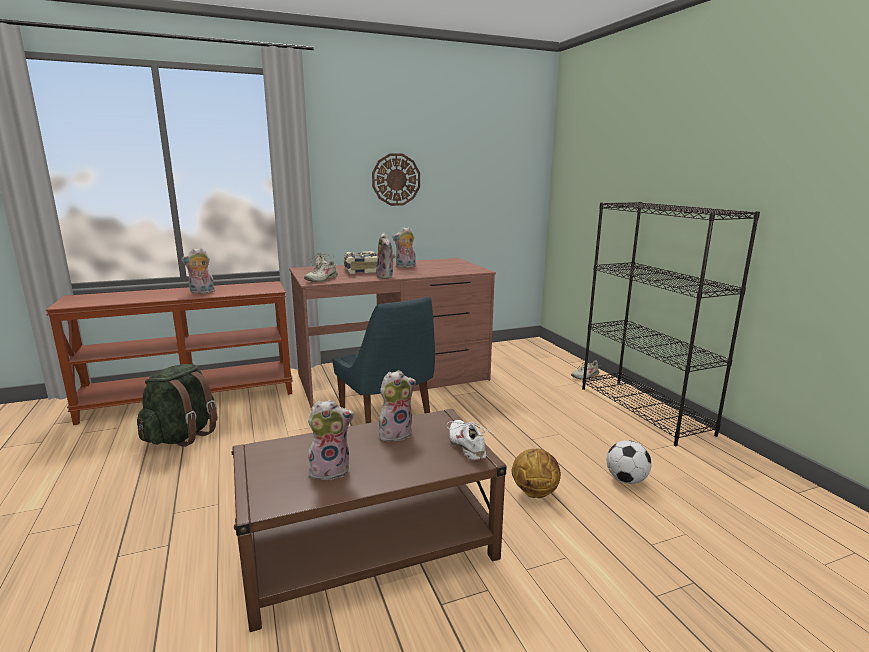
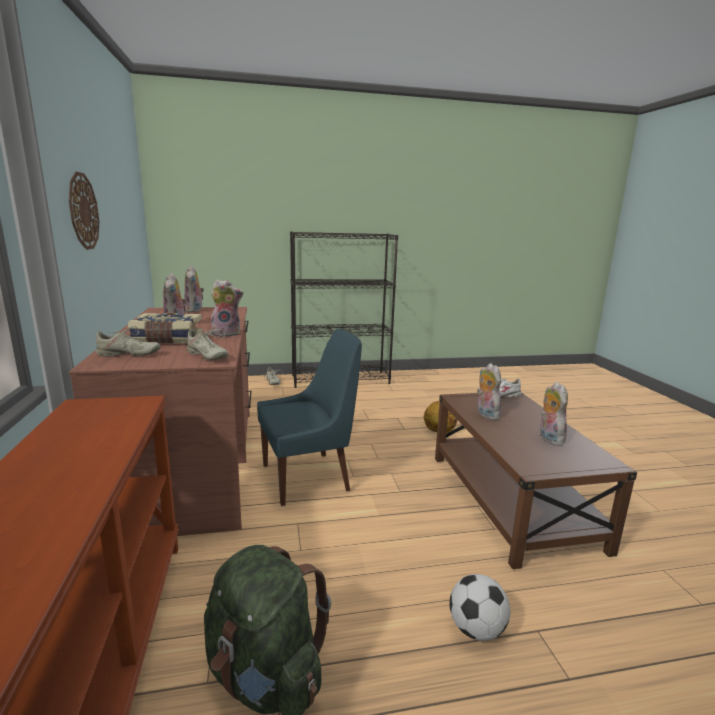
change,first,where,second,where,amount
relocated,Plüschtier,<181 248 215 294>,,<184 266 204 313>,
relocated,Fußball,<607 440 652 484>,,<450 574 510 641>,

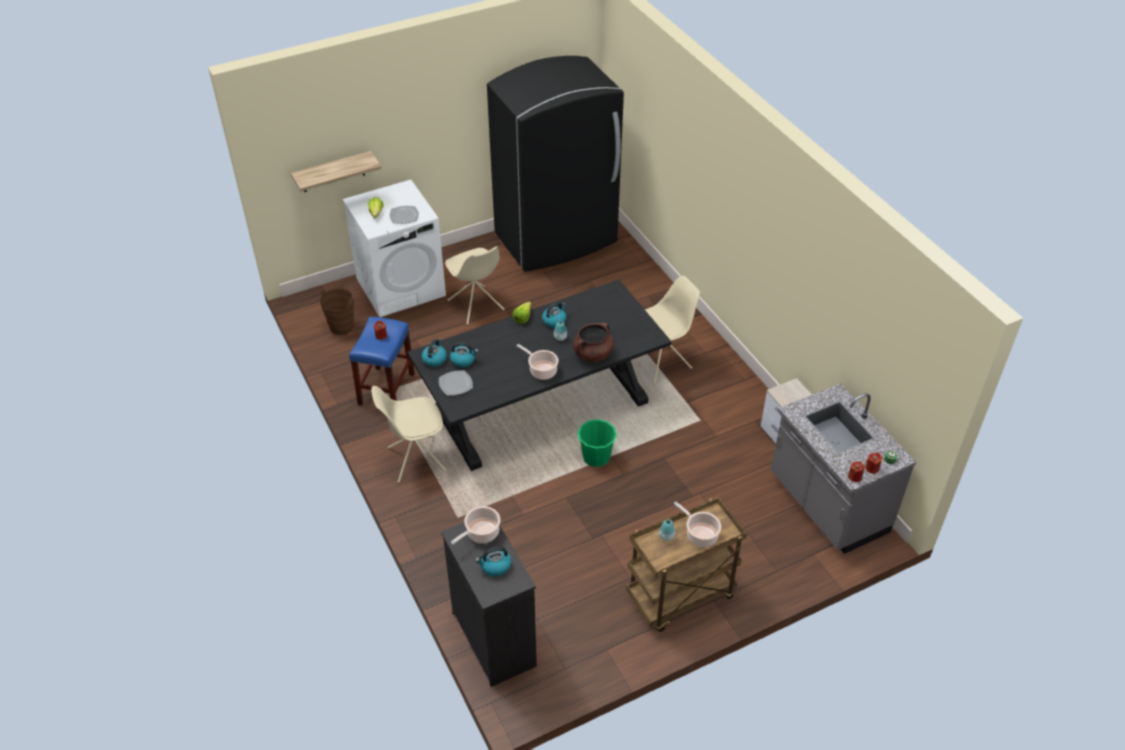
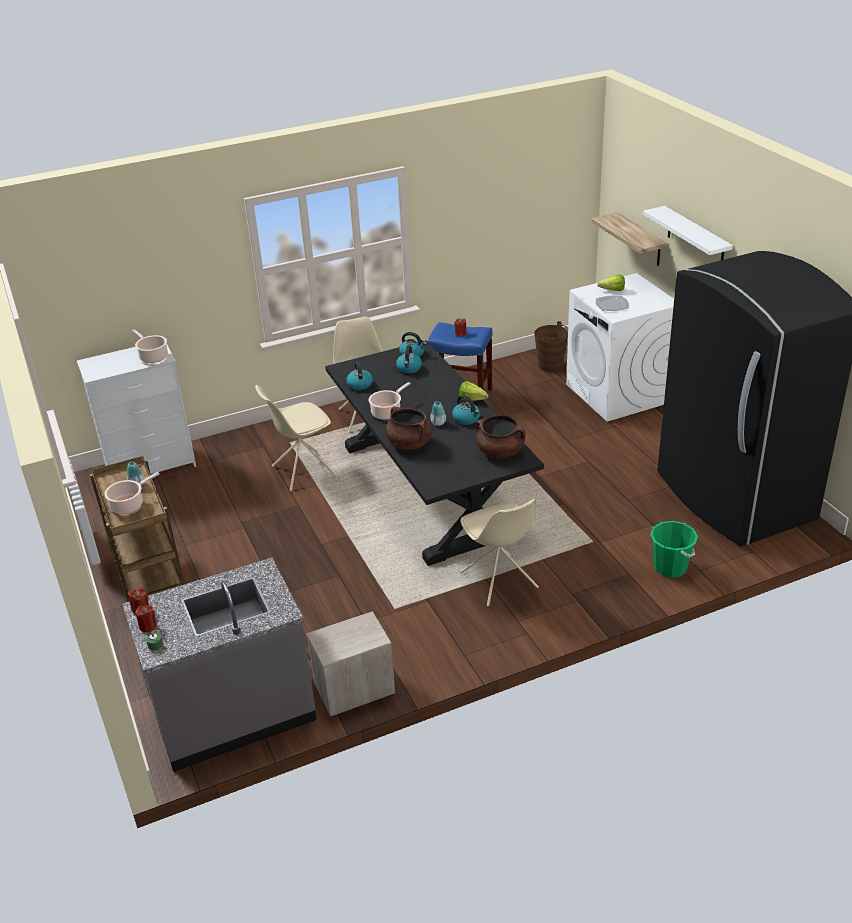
change,first,where,second,where,amount
colour,Kommode (schwarz),<441 522 537 687>,Kommode (weiß),<77 343 196 474>,
relocated,Stuhl (beige),<445 246 505 325>,,<255 385 337 491>,
relocated,Wasserkessel,<475 546 511 577>,,<346 362 373 390>,
appeared,,,Kochtopf (braun),<476 415 526 458>,
appeared,,,Wandregal (weiß),<643 206 733 260>,
relocated,Eimer (grün),<577 419 617 467>,,<650 521 698 578>,
missing,Teller,<439 370 473 396>,,,

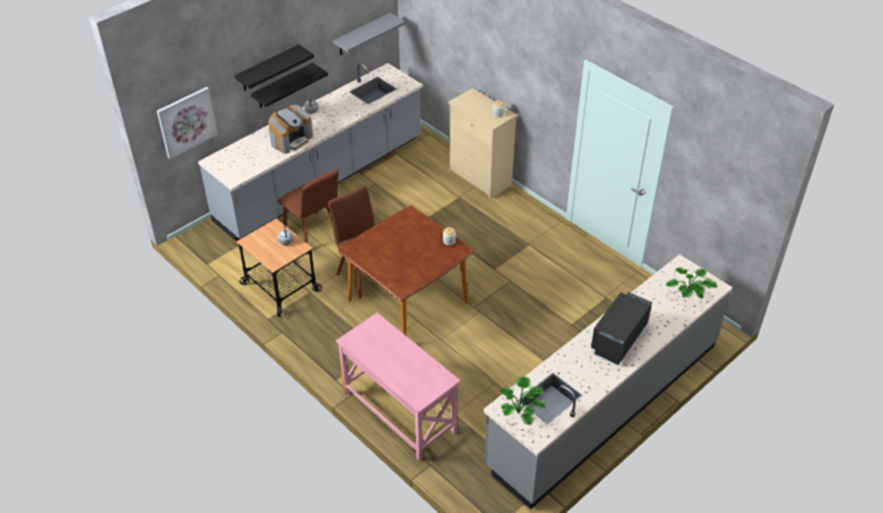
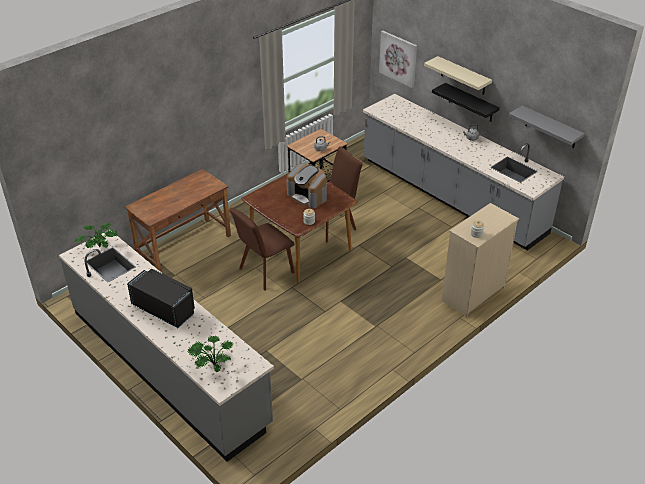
change,first,where,second,where,amount
colour,Schreibtisch (rosa),<336 313 461 461>,Schreibtisch (braun),<125 169 231 273>,
relocated,Stuhl (braun),<278 169 339 243>,,<229 207 295 291>,
relocated,Kaffeemaschine,<268 105 313 154>,,<287 163 327 208>,
colour,Wandregal (schwarz),<234 45 314 91>,Wandregal (beige),<424 56 492 95>,

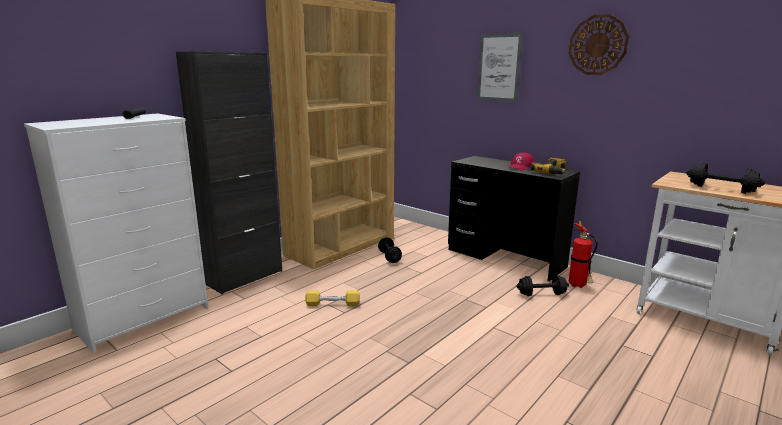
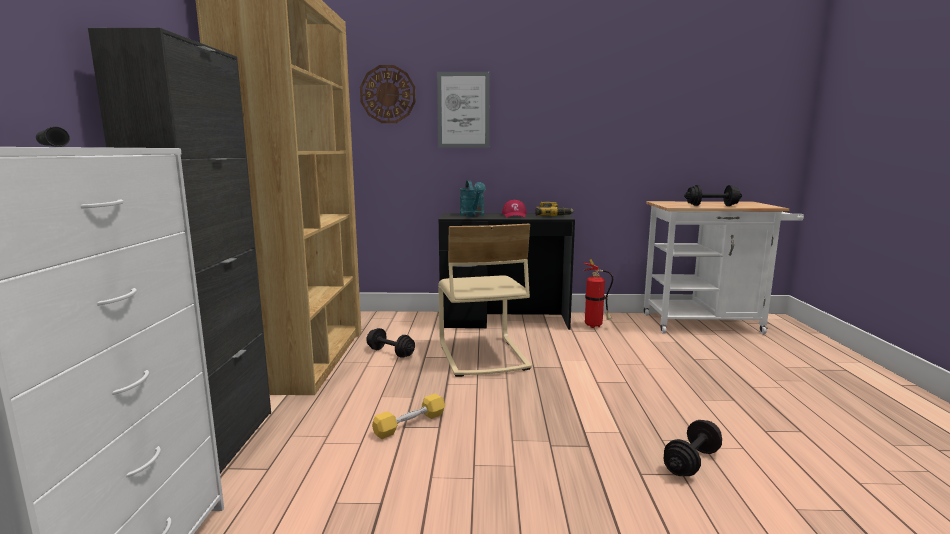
change,first,where,second,where,amount
relocated,Wanduhr,<569 14 629 75>,,<360 65 416 123>,
appeared,,,Stuhl (beige),<438 224 532 377>,
appeared,,,Gießkanne (türkis),<460 180 486 217>,
relocated,Hantel (schwarz),<516 275 569 296>,,<663 420 722 476>,

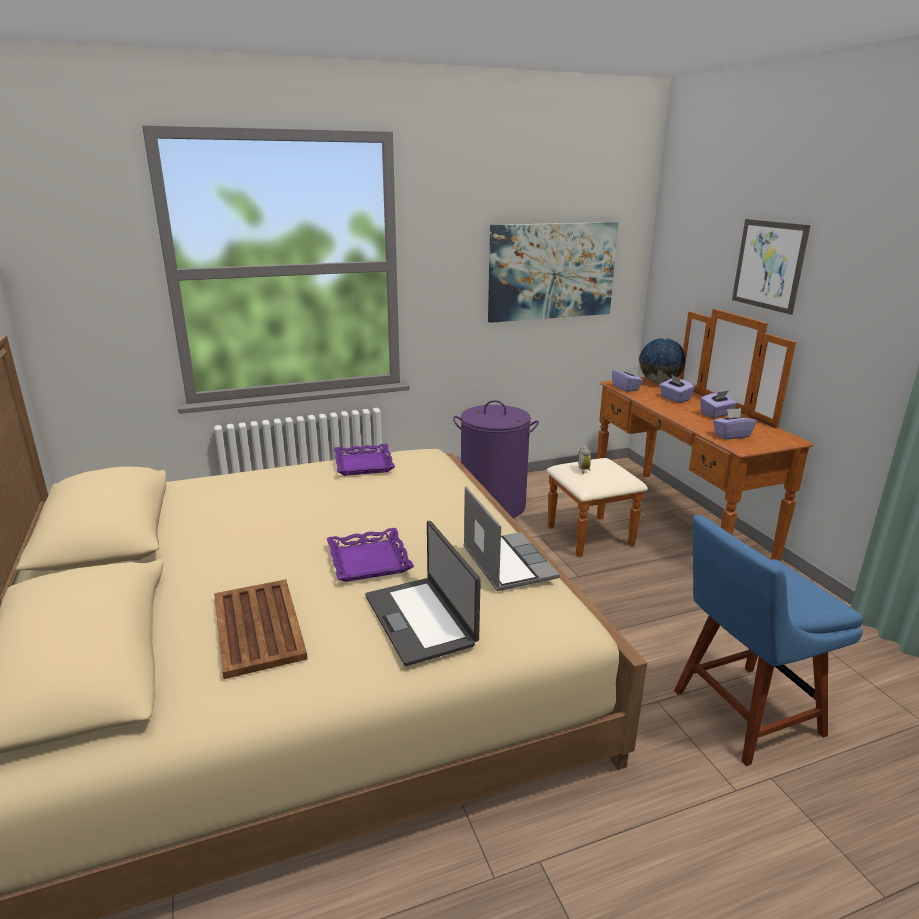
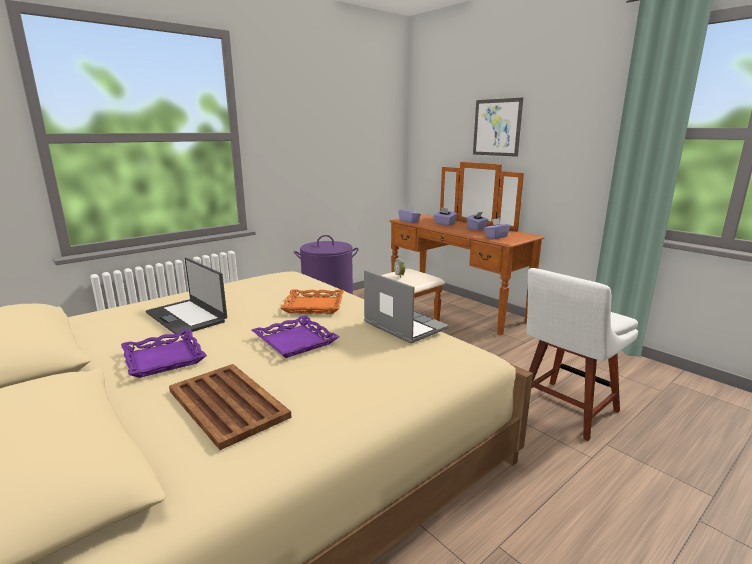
change,first,where,second,where,amount
relocated,Tablett (lila),<334 444 395 476>,,<121 329 207 378>,
relocated,Laptop,<365 521 481 666>,,<146 258 227 335>,
appeared,,,Tablett (orange),<280 289 344 314>,
colour,Stuhl (blau),<674 515 863 766>,Stuhl (weiß),<527 268 638 441>,
missing,Bild,<488 222 618 323>,,,
missing,Globus,<638 338 685 383>,,,

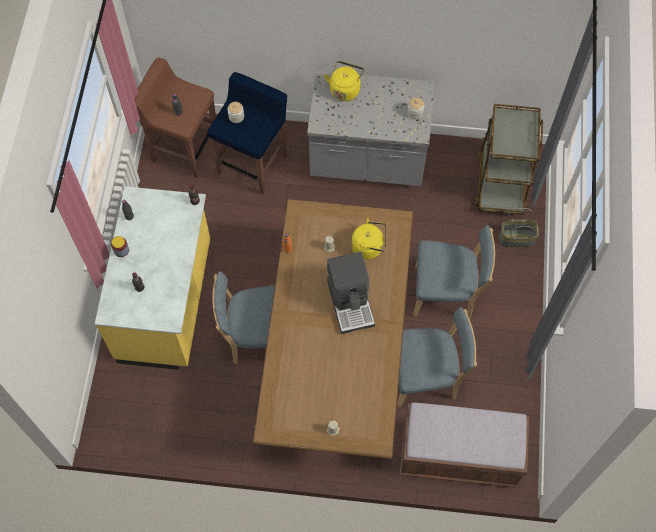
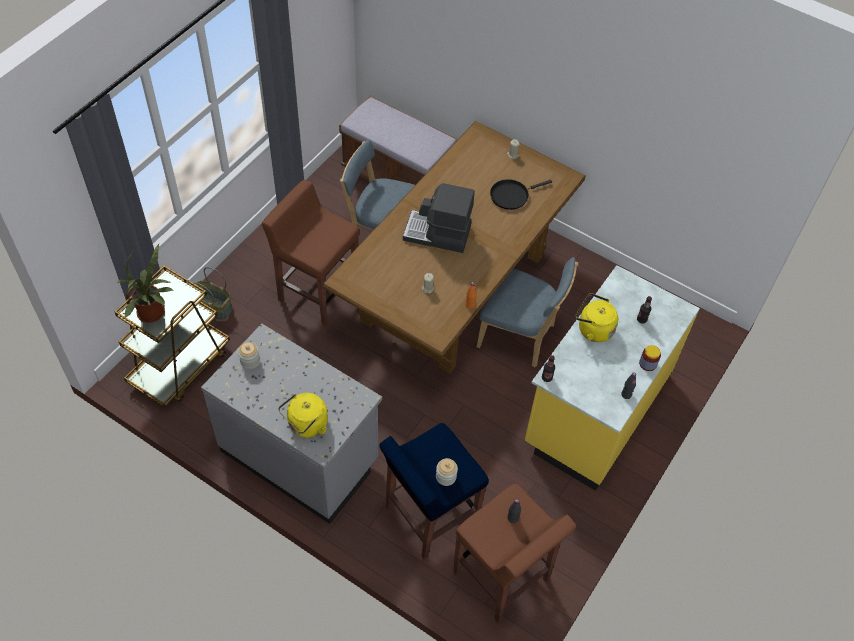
change,first,where,second,where,amount
appeared,,,Topfpflanze,<117 244 173 323>,
exchanged,Stuhl (blau),<413 225 495 319>,Hocker (braun),<262 180 360 326>,
spun,Kaffeemaschine,<327 252 375 334>,,<403 183 475 253>,90 degrees counterclockwise
appeared,,,Pfanne (schwarz),<490 179 552 210>,
relocated,Wasserkessel (gelb),<351 218 386 260>,,<575 293 618 342>,

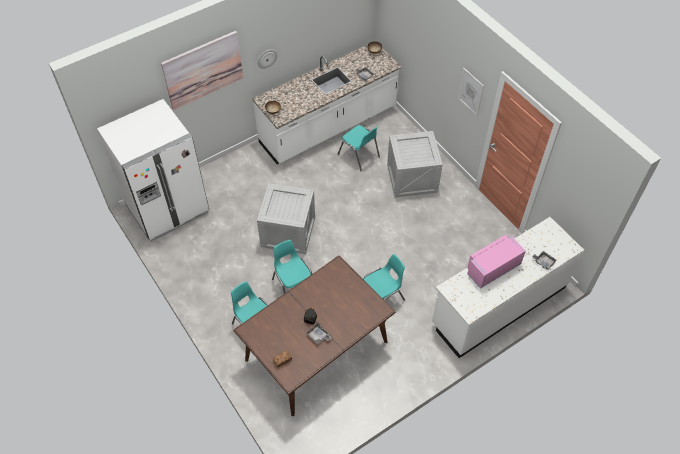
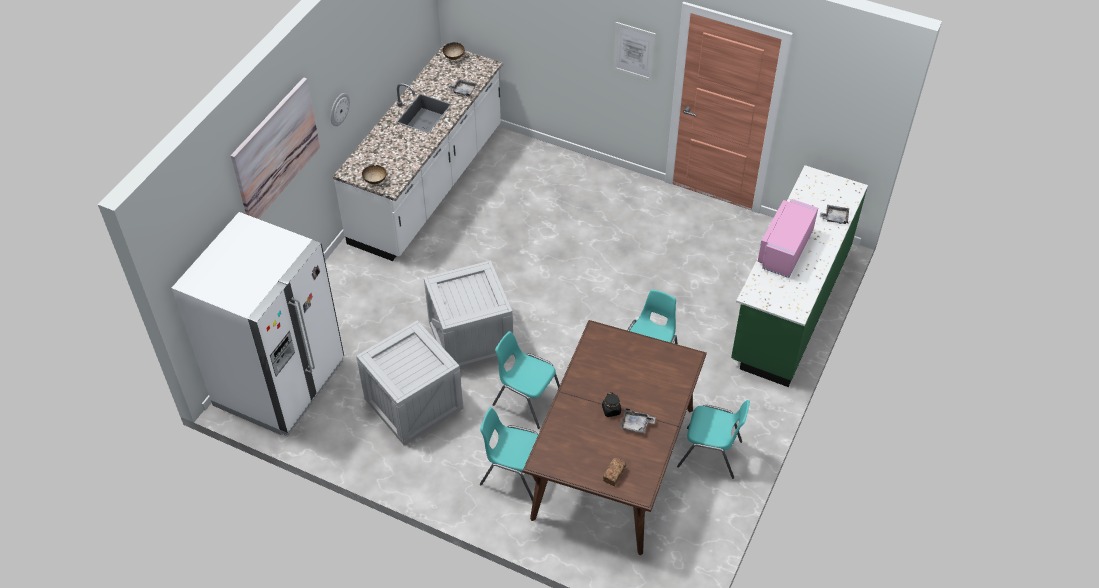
change,first,where,second,where,amount
relocated,Kiste,<387 131 443 198>,,<356 320 463 445>,
relocated,Stuhl (türkis),<338 125 380 171>,,<677 400 750 479>,
colour,Küchenzeile (weiß),<432 217 584 358>,Küchenzeile (grün),<731 165 868 387>,

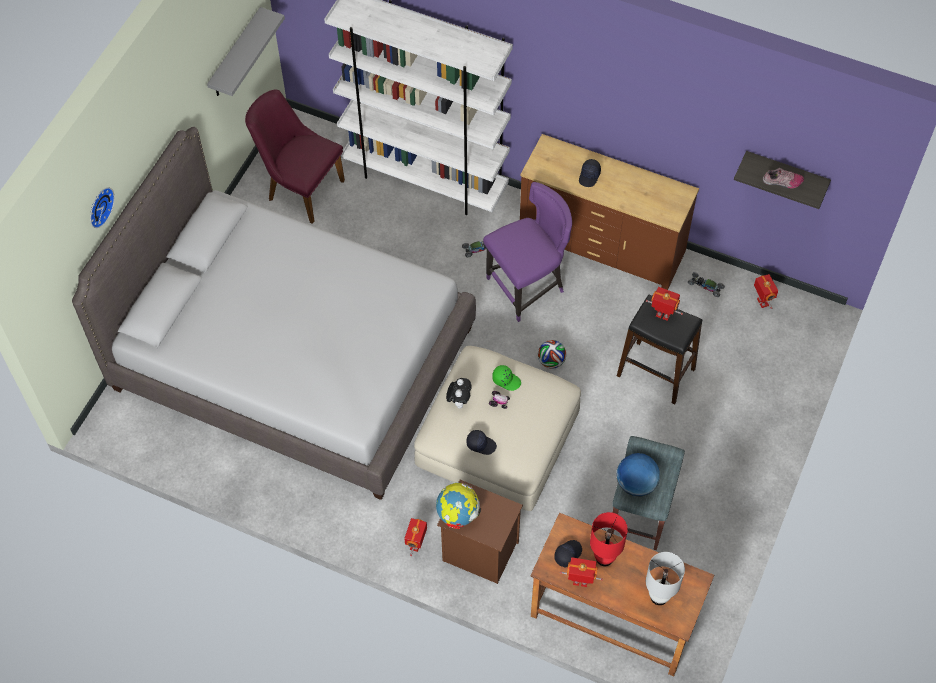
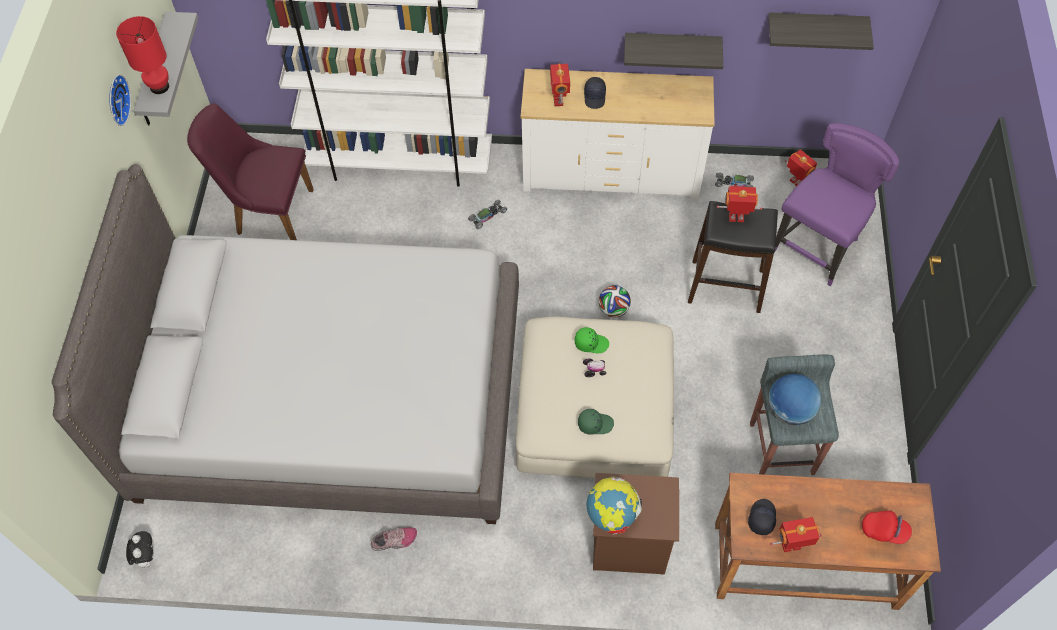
change,first,where,second,where,amount
relocated,Wanduhr,<90 187 115 228>,,<109 75 131 126>,
relocated,Tischlampe (rot),<590 512 628 566>,,<116 16 169 94>,
relocated,Plüschtier,<446 378 472 409>,,<126 531 154 568>,
relocated,Schuh,<763 168 804 188>,,<371 527 417 551>,
colour,Kommode (braun),<520 134 699 290>,Kommode (weiß),<521 69 715 199>,
relocated,Spielzeugroboter,<404 518 427 556>,,<550 64 570 106>,
colour,Kappe (schwarz),<466 430 497 455>,Kappe (grün),<578 409 614 435>,
appeared,,,Wandregal,<624 33 723 69>,
relocated,Stuhl (lila),<483 182 572 322>,,<775 123 899 286>,
exchanged,Tischlampe (weiß),<646 552 685 605>,Kappe (rot),<862 511 912 544>,

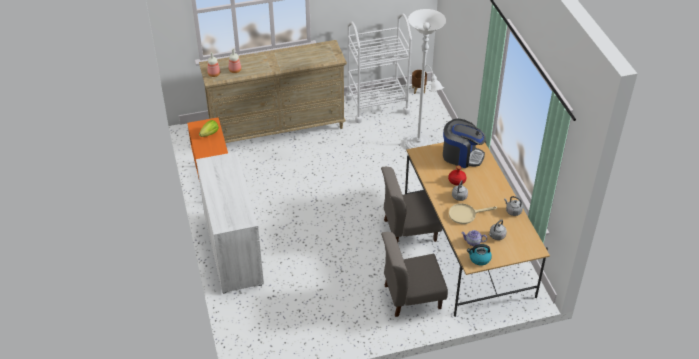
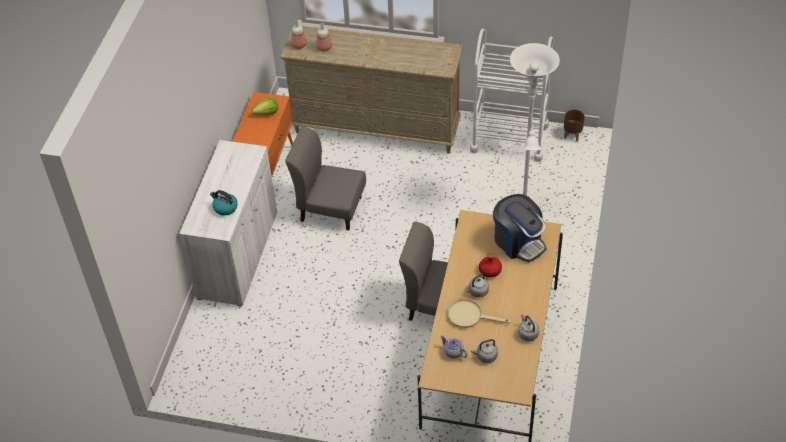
change,first,where,second,where,amount
relocated,Wasserkessel,<467 244 492 266>,,<210 190 238 216>,
relocated,Stuhl (grau),<381 232 448 317>,,<285 127 366 230>,

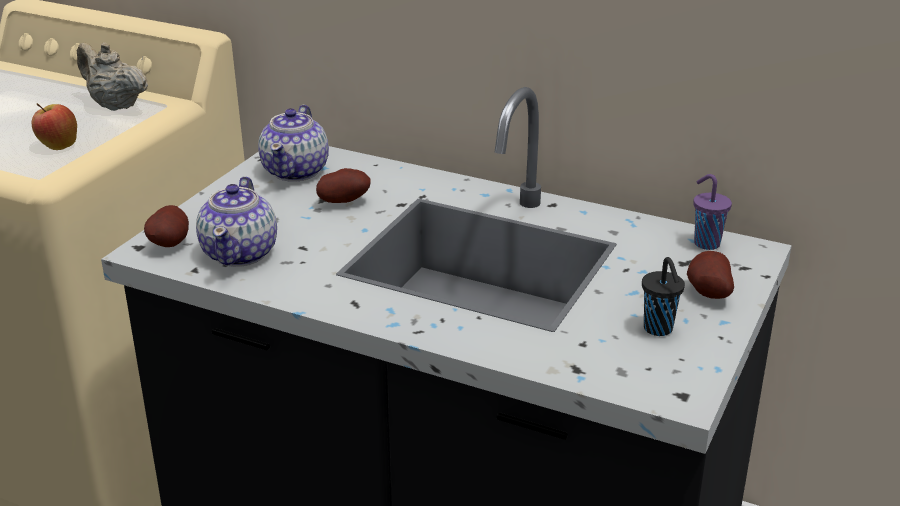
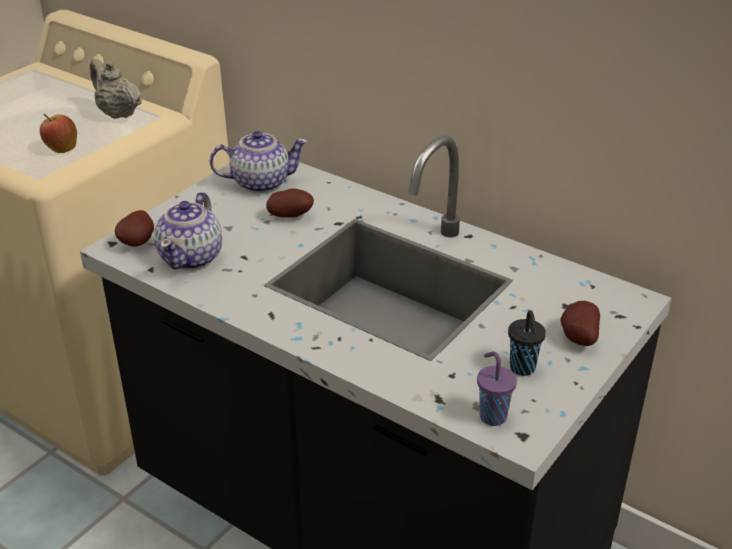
change,first,where,second,where,amount
spun,Teekanne,<258 105 329 182>,,<210 131 308 193>,120 degrees counterclockwise
relocated,Tasse (lila),<693 174 732 250>,,<477 351 517 426>,

